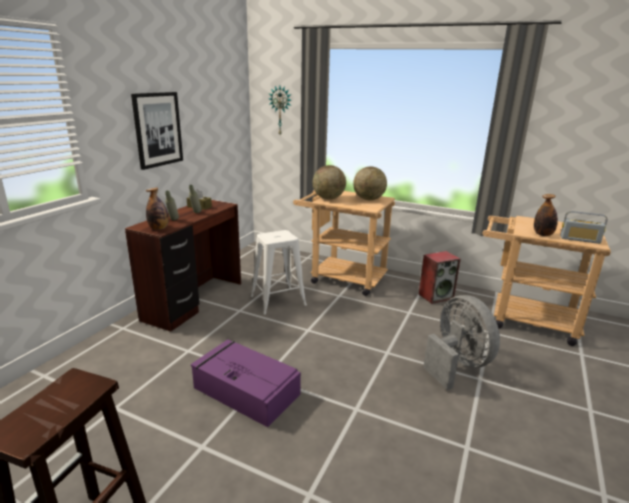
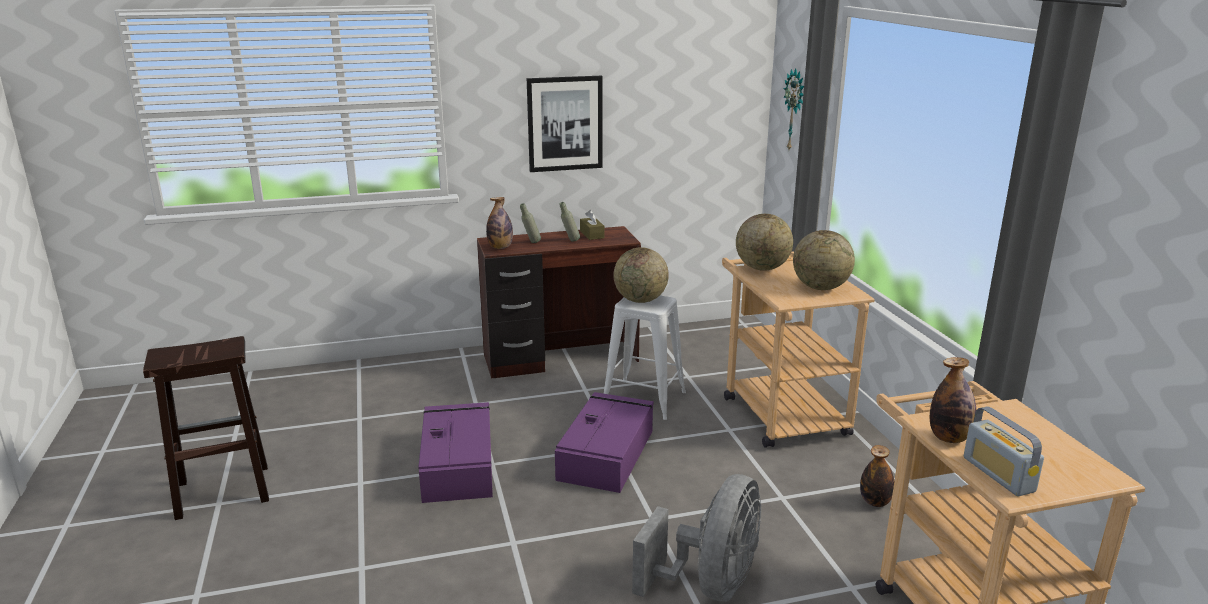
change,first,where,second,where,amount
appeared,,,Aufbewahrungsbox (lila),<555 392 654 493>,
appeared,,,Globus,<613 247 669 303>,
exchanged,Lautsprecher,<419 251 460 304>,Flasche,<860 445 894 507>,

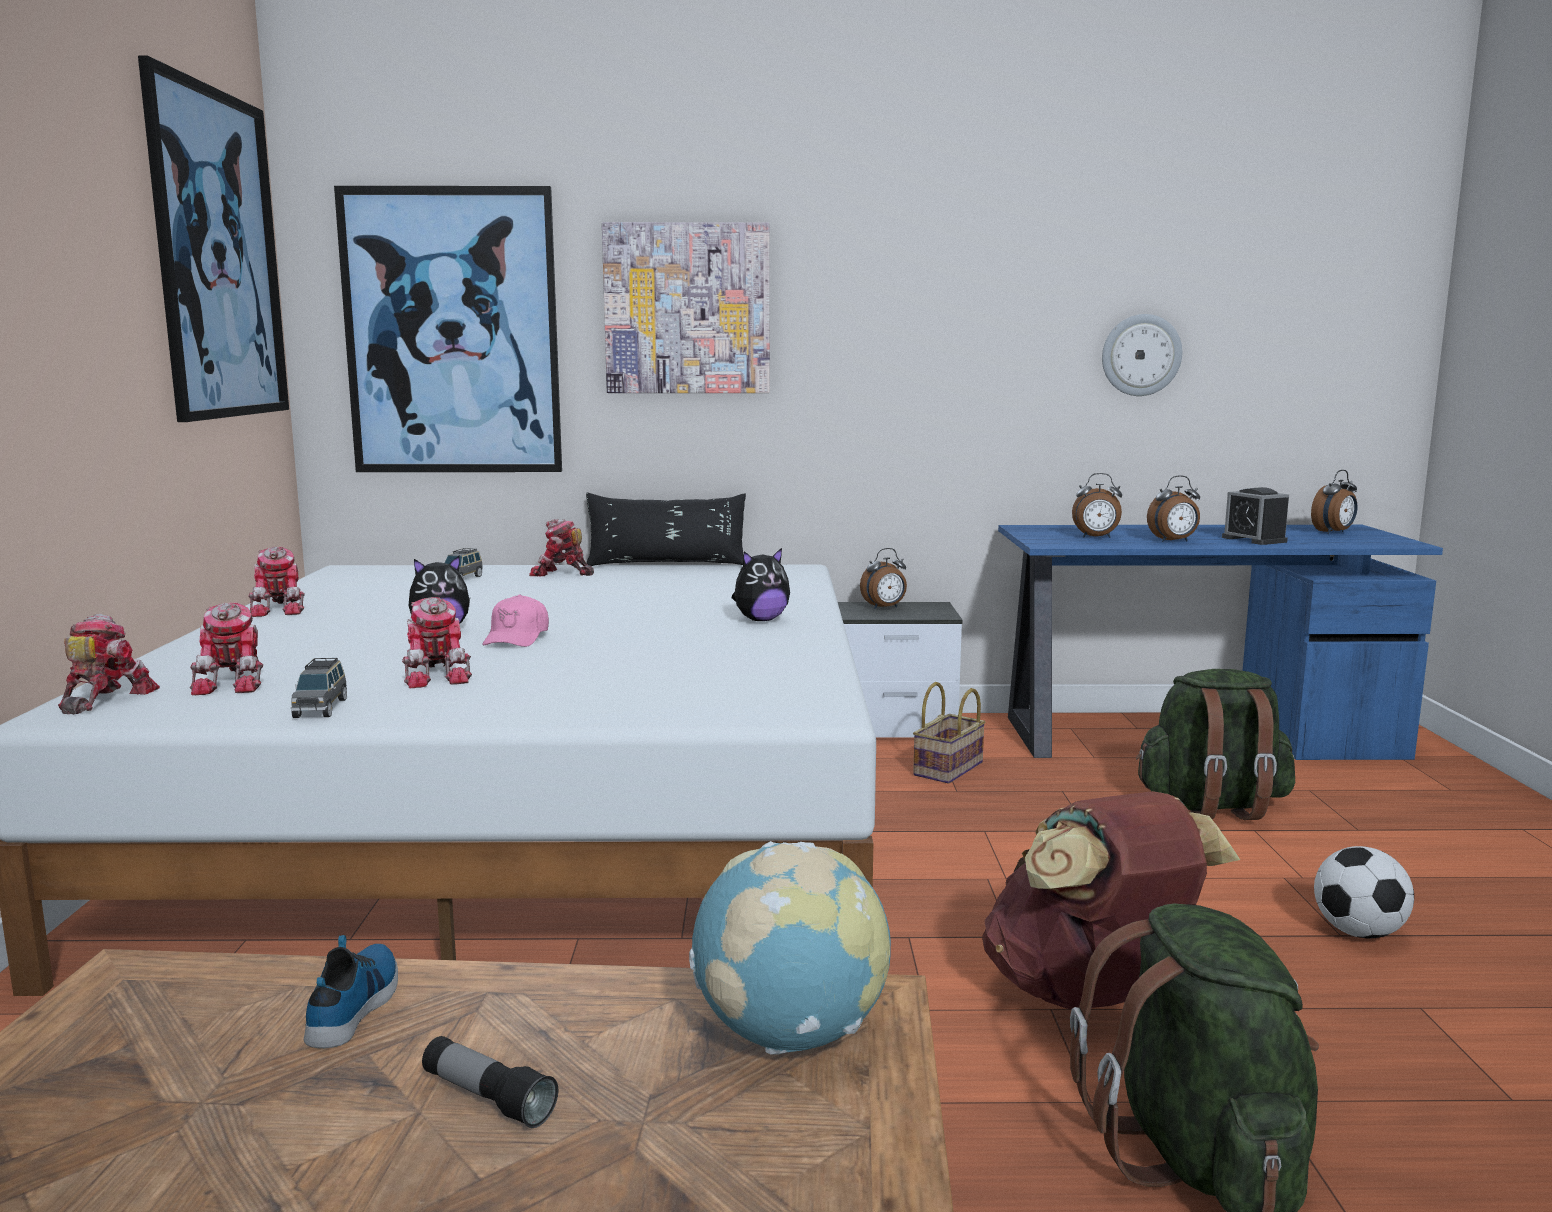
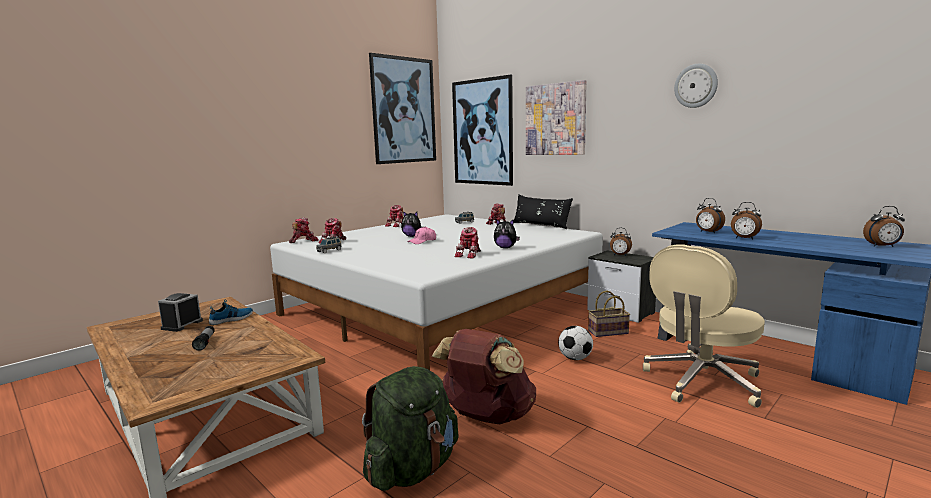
change,first,where,second,where,amount
relocated,Wecker,<1222 487 1289 545>,,<158 293 203 332>,
relocated,Spielzeugroboter,<402 597 472 688>,,<455 227 481 258>,
relocated,Fußball,<1314 846 1414 938>,,<558 326 593 360>,
exchanged,Rucksack (grün),<1136 669 1295 820>,Bürostuhl (beige),<643 244 765 408>,
relocated,Wanduhr,<1102 314 1182 396>,,<674 64 718 108>,
missing,Globus,<689 841 891 1054>,,,

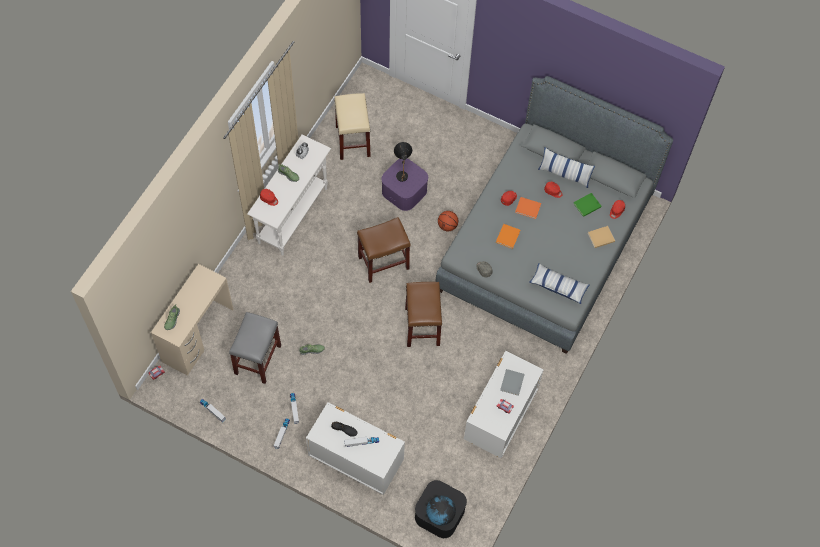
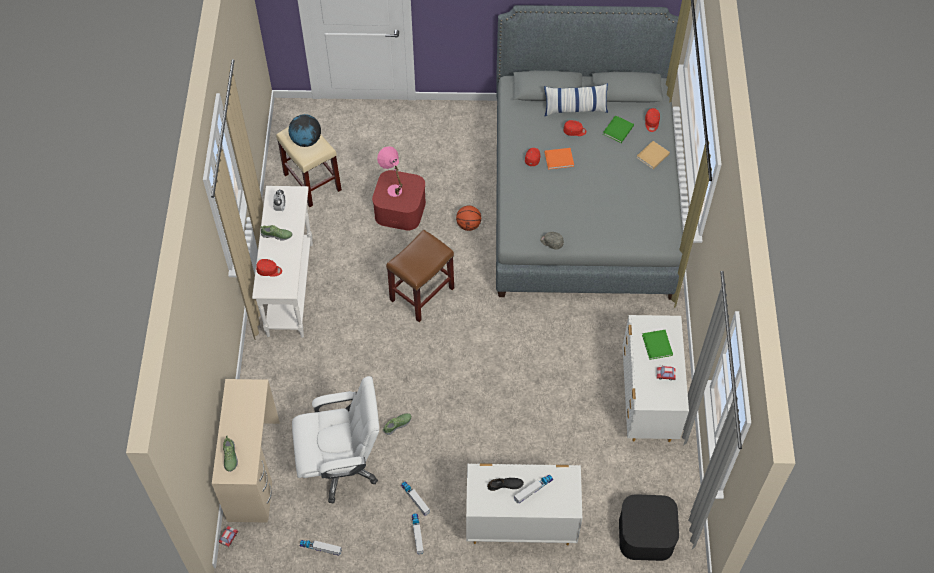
change,first,where,second,where,amount
relocated,Globus,<426 496 456 526>,,<289 114 321 147>,
exchanged,Hocker (grau),<229 312 281 384>,Bürostuhl (weiß),<292 376 379 503>,
colour,Aufbewahrungsbox (lila),<382 159 428 211>,Aufbewahrungsbox (rot),<372 170 426 230>,
colour,Tischlampe (schwarz),<394 142 412 182>,Tischlampe (rosa),<377 146 402 197>,
colour,Buch (grau),<500 369 525 396>,Buch (grün),<642 330 673 360>,
missing,Hocker (braun),<405 282 442 347>,,,
missing,Buch (orange),<496 224 520 249>,,,
missing,Kissen,<529 263 590 304>,,,

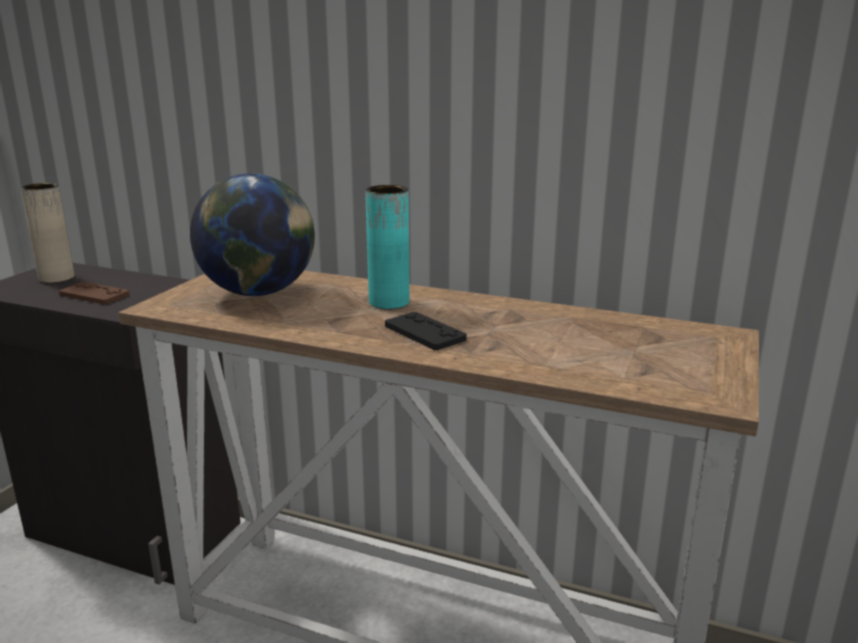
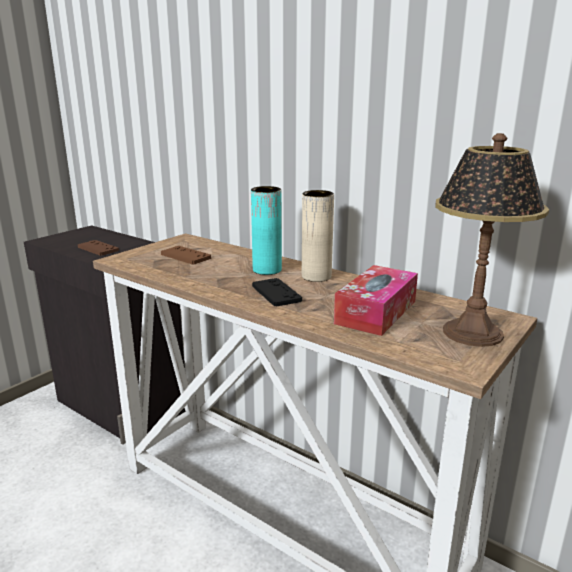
change,first,where,second,where,amount
exchanged,Globus,<190 173 315 297>,Gamepad (braun),<161 246 211 265>,
relocated,Vase (beige),<20 183 74 283>,,<302 190 334 282>,
appeared,,,Taschentuchbox,<334 265 418 336>,
appeared,,,Tischlampe,<435 133 549 347>,

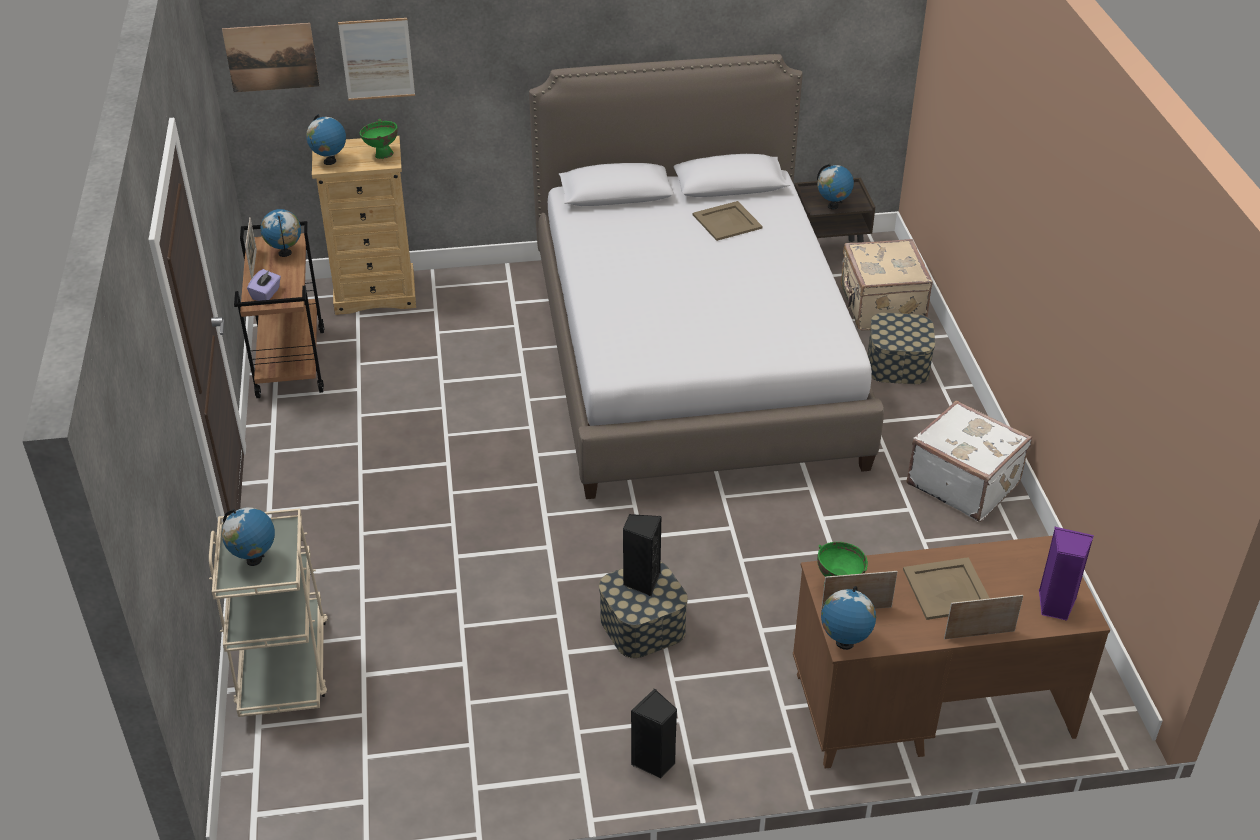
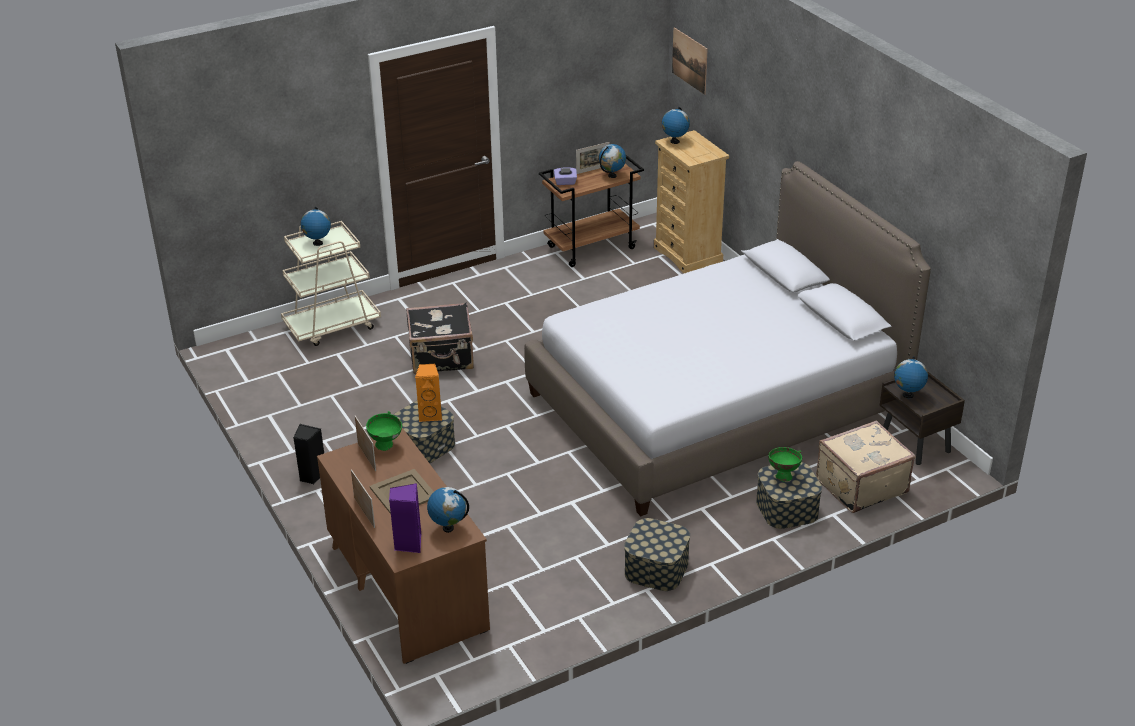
change,first,where,second,where,amount
appeared,,,Koffer (schwarz),<406 302 474 374>,
colour,Lautsprecher (schwarz),<623 514 661 596>,Lautsprecher (orange),<415 364 442 422>,
relocated,Globus,<821 586 876 650>,,<427 487 469 533>,
exchanged,Koffer (weiß),<907 400 1032 522>,Aufbewahrungsbox,<624 518 690 591>,
relocated,Schüssel (grün),<360 119 398 159>,,<768 447 802 482>,
missing,Bild,<338 18 415 100>,,,
missing,Tablett (beige),<693 201 763 241>,,,

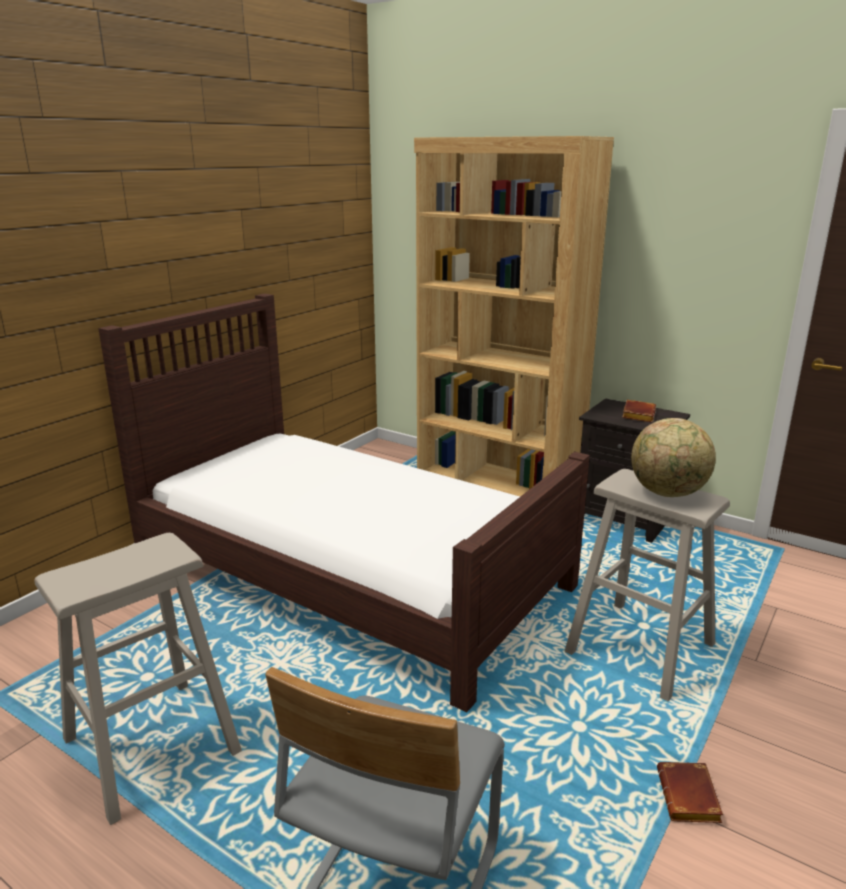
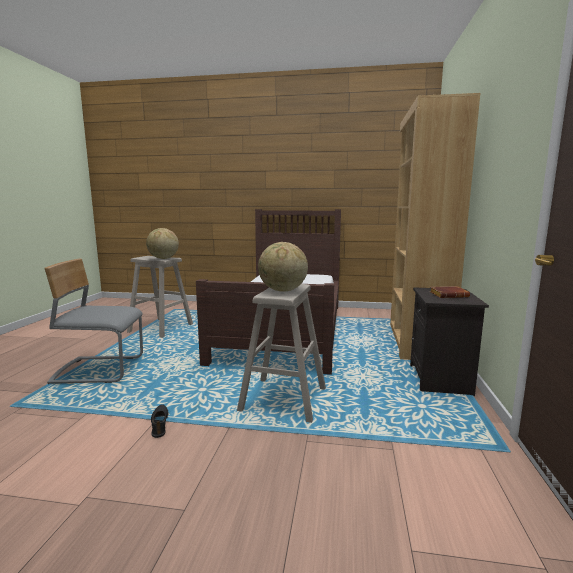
change,first,where,second,where,amount
appeared,,,Globus,<146 228 179 259>,
exchanged,Buch (braun),<657 762 723 823>,Schuh (schwarz),<151 404 169 438>,

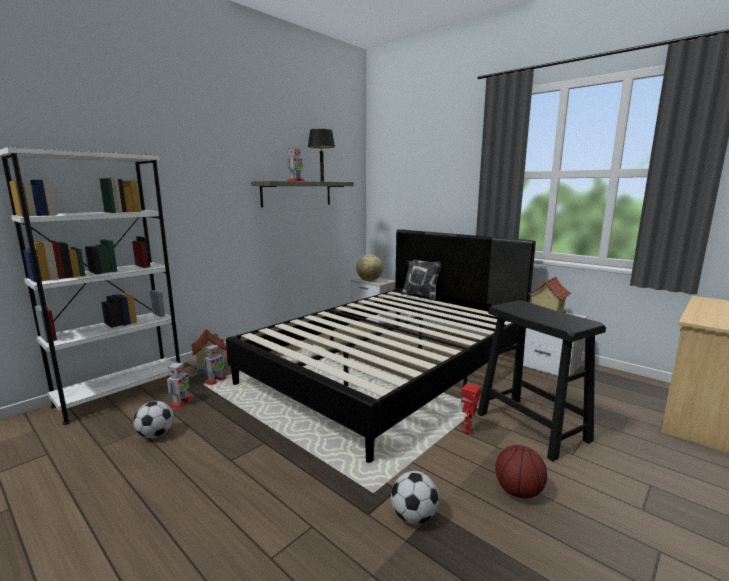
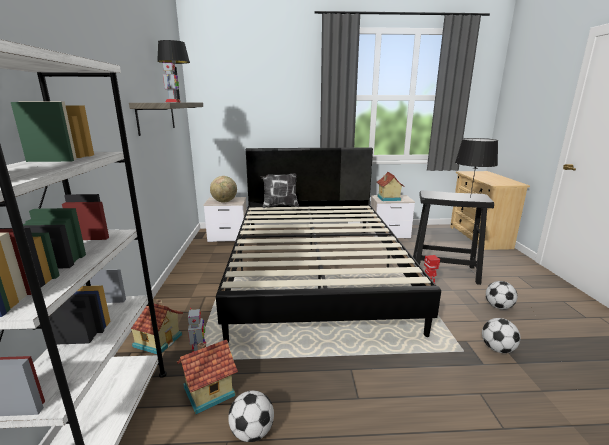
change,first,where,second,where,amount
exchanged,Spielzeugroboter,<167 361 193 409>,Spielzeughaus,<176 339 238 414>,
appeared,,,Tischlampe (schwarz),<455 138 498 198>,
exchanged,Basketball,<495 445 547 498>,Fußball,<486 281 517 309>,

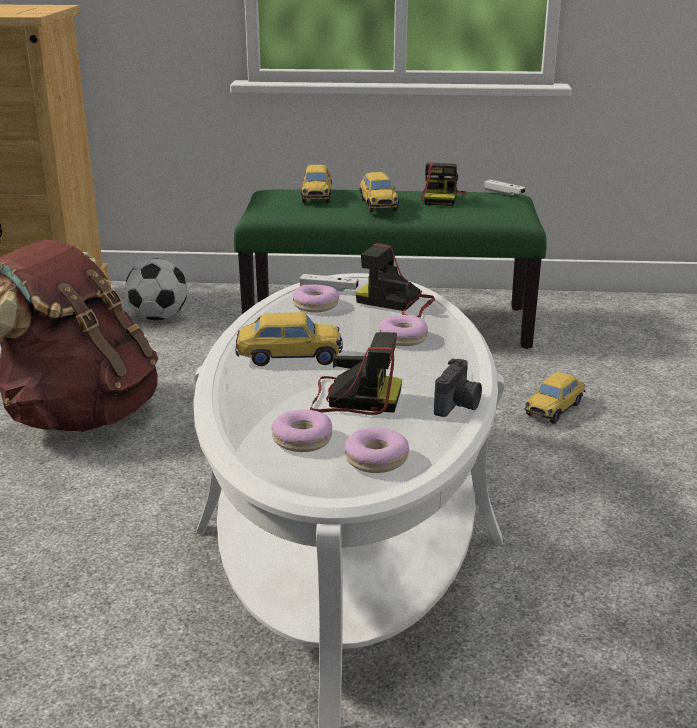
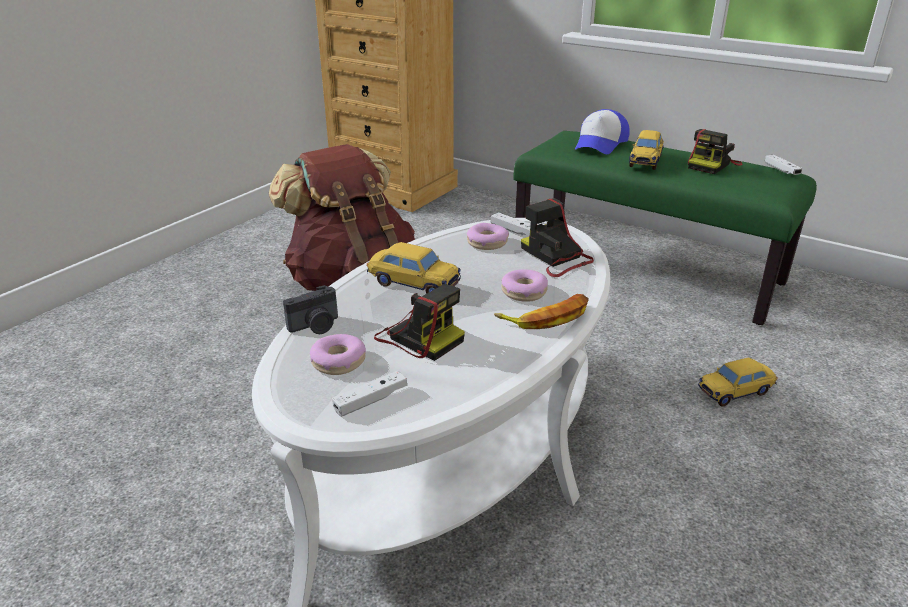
change,first,where,second,where,amount
relocated,Kamera,<434 358 482 417>,,<283 285 338 334>,
exchanged,Donut,<345 428 409 473>,Gamepad (weiß),<332 371 407 417>,
appeared,,,Banane,<494 294 589 329>,
exchanged,Spielzeugauto,<301 165 332 203>,Kappe,<575 109 630 154>,
missing,Fußball,<125 258 187 320>,,,

